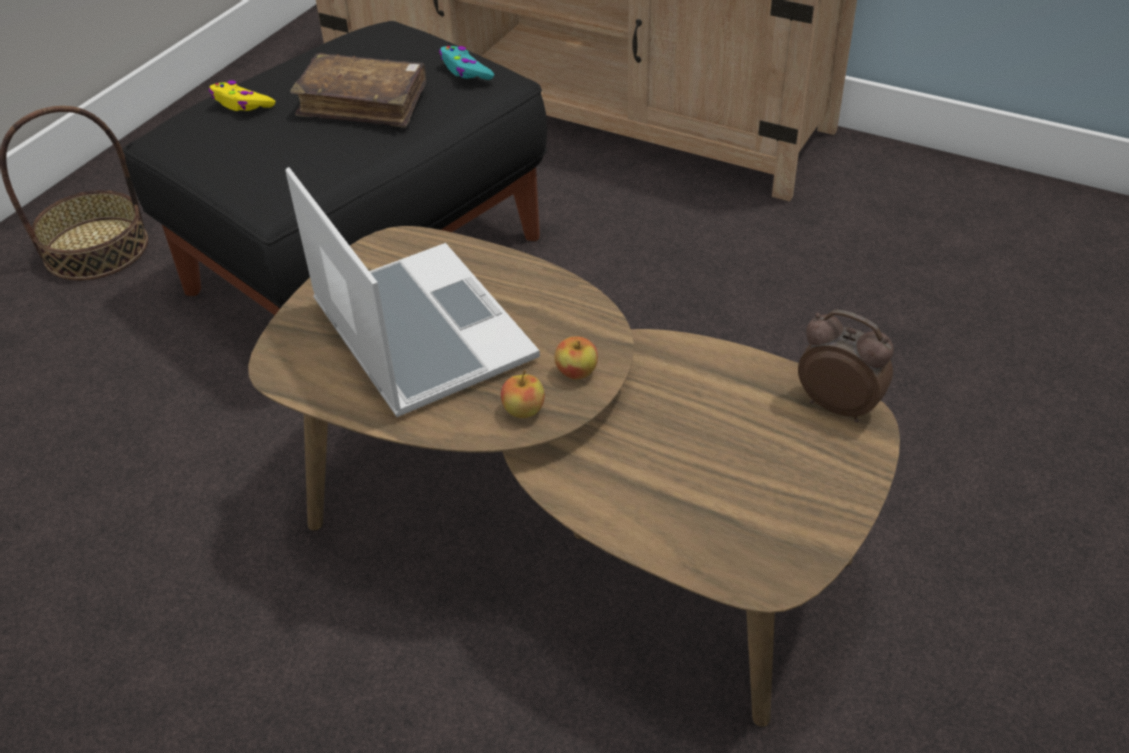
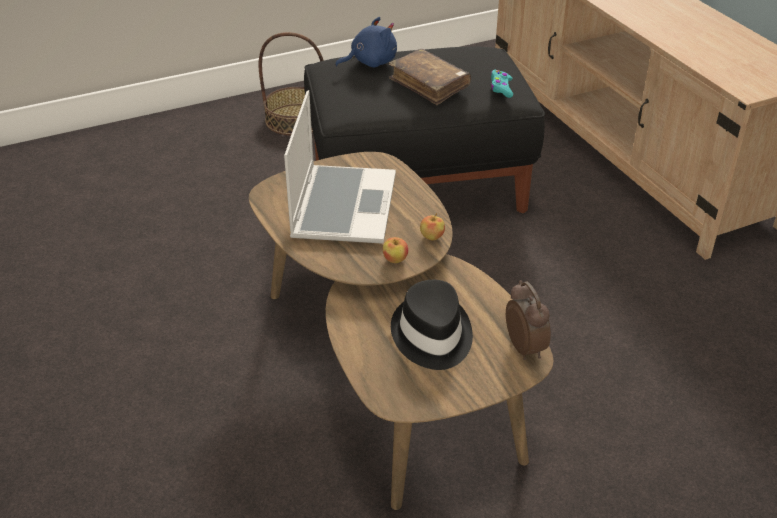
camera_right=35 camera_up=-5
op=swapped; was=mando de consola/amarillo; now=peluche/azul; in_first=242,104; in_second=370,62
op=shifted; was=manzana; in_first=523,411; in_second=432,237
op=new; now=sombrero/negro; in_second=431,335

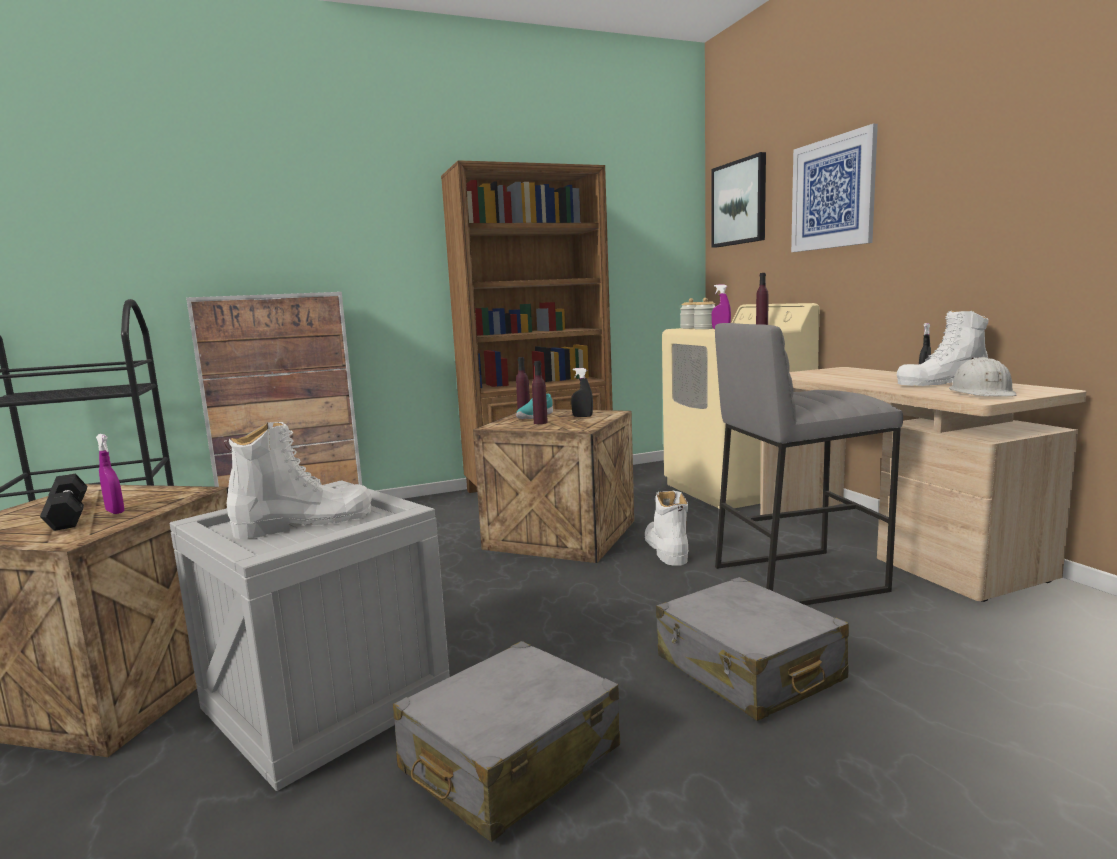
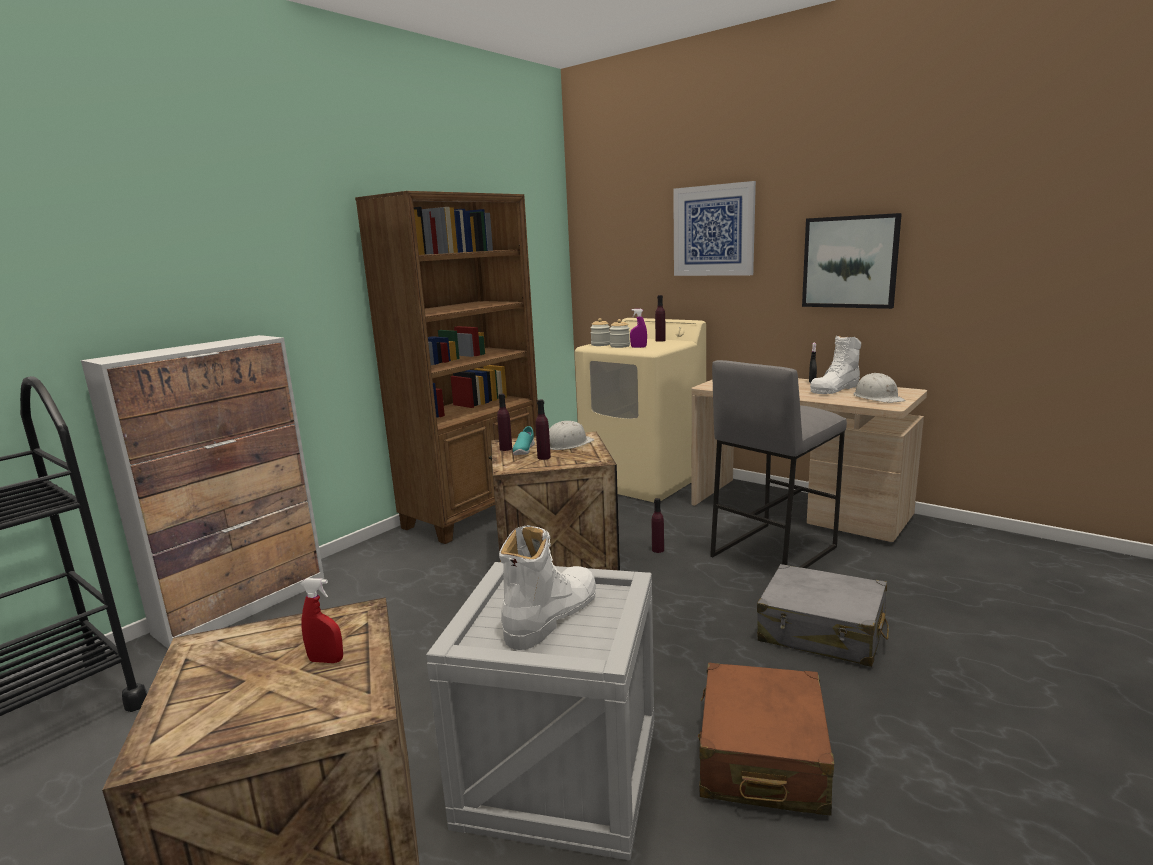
camera_right=-30 camera_up=5
op=gone; was=mancuerna/negro; in_first=68,515
op=repainted; was=pulverizador/morado; now=pulverizador/rojo; in_first=115,512; in_second=326,660
op=repainted; was=maleta/gris; now=maleta/marrón; in_first=510,760; in_second=761,756
op=swapped; was=pulverizador/negro; now=casco/blanco; in_first=582,416; in_second=567,444
op=swapped; was=bota/blanco; now=botella/morado; in_first=666,550; in_second=658,550
op=shifted; was=cuadro; in_first=739,203; in_second=850,262

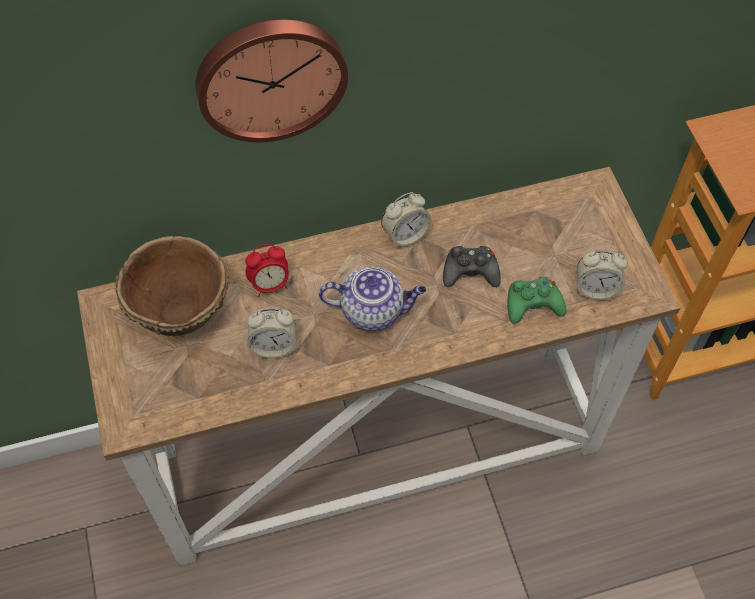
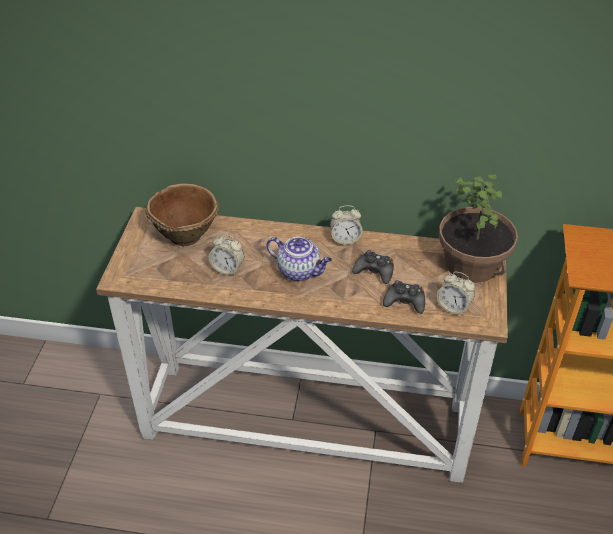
camera_right=25 camera_up=-15
op=gone; was=reloj de pared; in_first=270,77
op=gone; was=despertador; in_first=270,285
op=repainted; was=mando de consola/verde; now=mando de consola/negro; in_first=533,304; in_second=405,301
op=new; now=planta en maceta; in_second=472,263

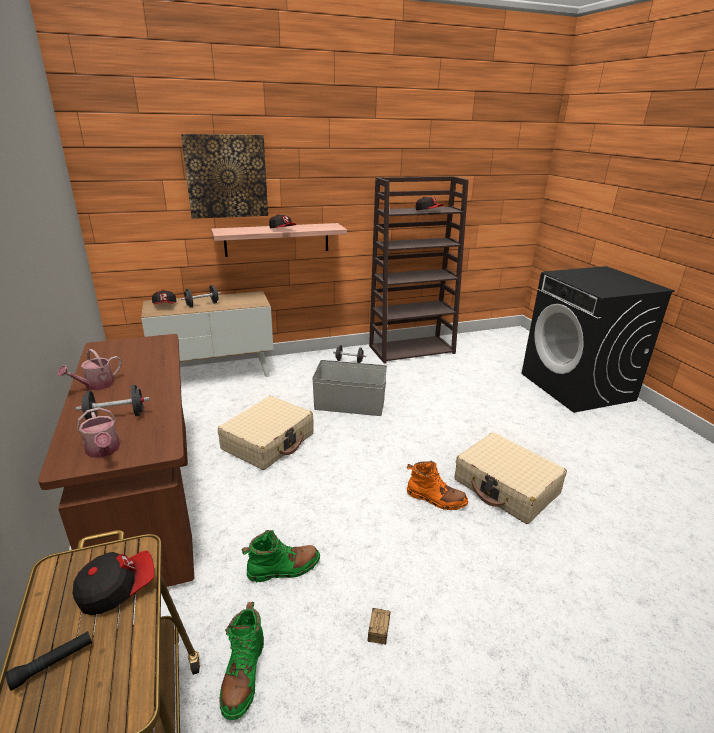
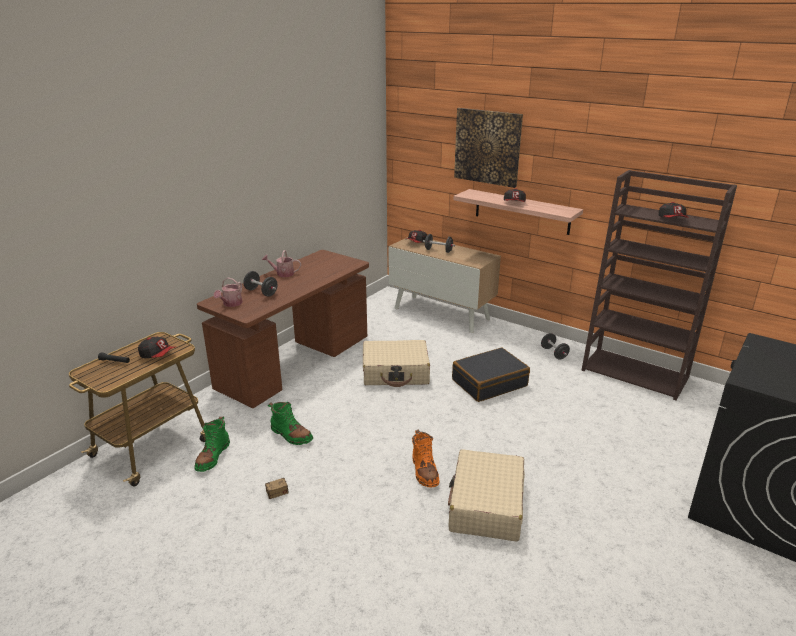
camera_right=55 camera_up=0
op=rotated; was=bota/verde; in_first=243,674; in_second=212,457; clockwise=-45
op=swapped; was=caja de almacenaje/gris; now=maleta/negro; in_first=350,405; in_second=489,383

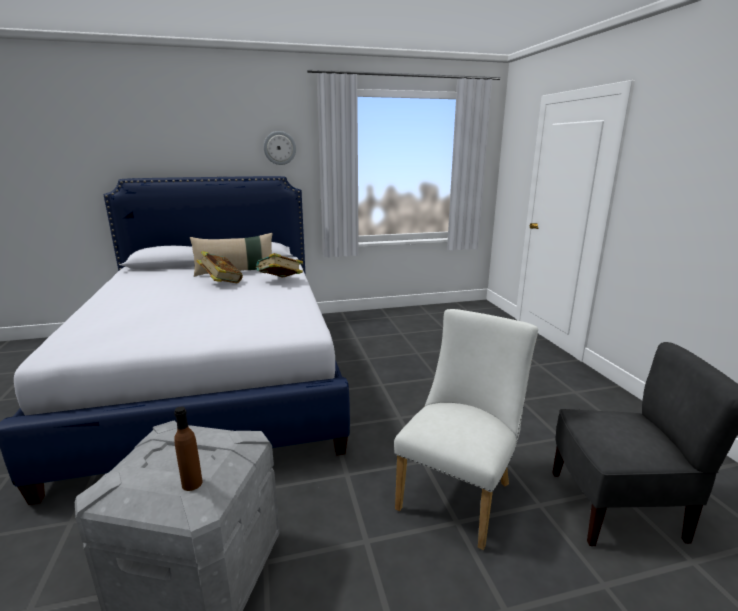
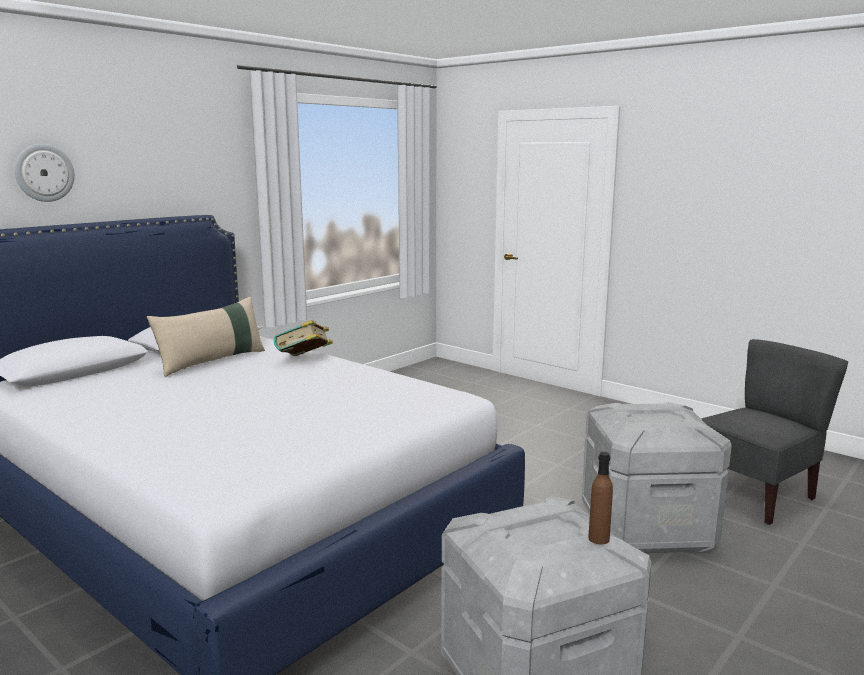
camera_right=-35 camera_up=-5
op=gone; was=libro; in_first=221,283
op=shifted; was=reloj de pared; in_first=279,148; in_second=44,172
op=swapped; was=silla/blanco; now=caja de almacenaje/gris; in_first=459,492; in_second=647,527

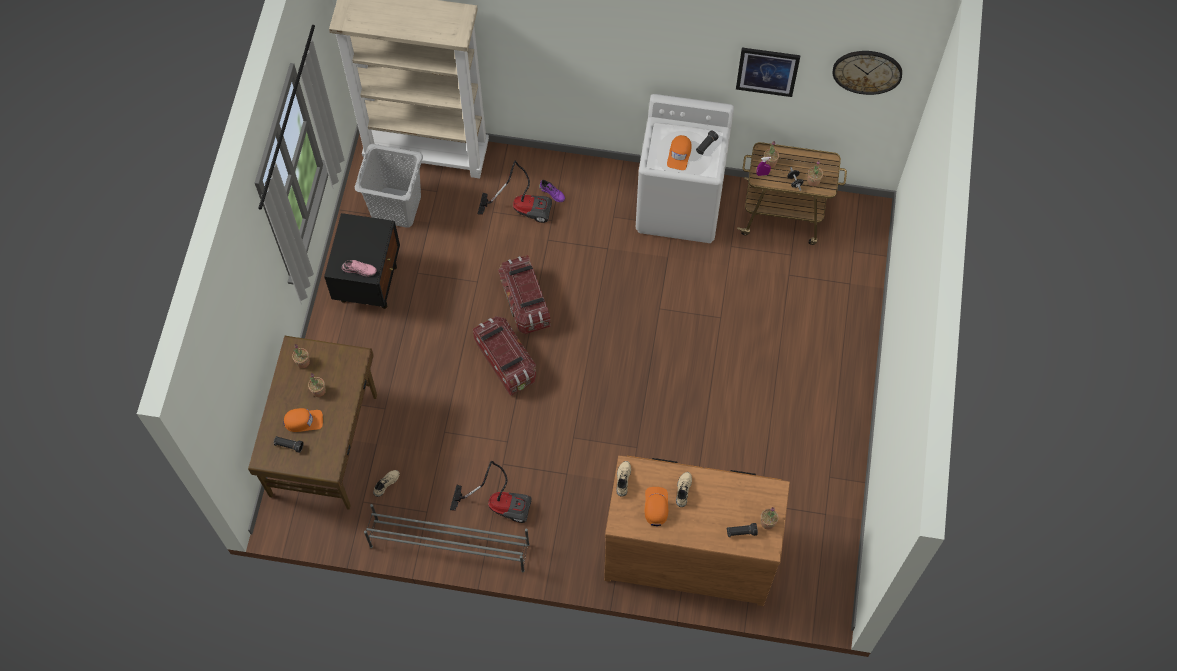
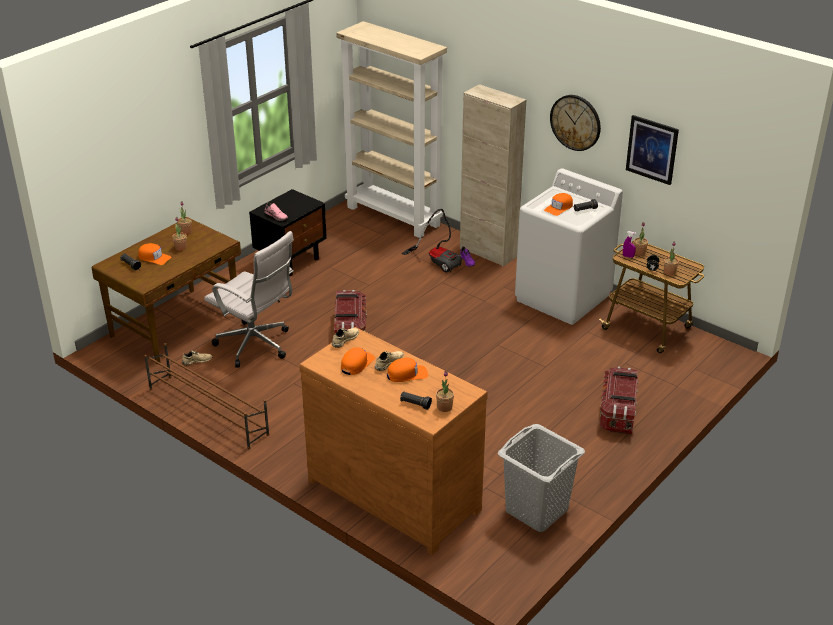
camera_right=30 camera_up=-30
op=shifted; was=cesto de la ropa/gris; in_first=396,208; in_second=536,511
op=repainted; was=zapatero/gris; now=zapatero/marrón; in_first=448,545; in_second=207,411
op=gone; was=aspiradora; in_first=499,503
op=shifted; was=caja de almacenaje; in_first=525,302; in_second=618,412
op=shifted; was=reloj de pared; in_first=867,71; in_second=575,122
op=new; now=silla de oficina/blanco; in_second=256,346
op=new; now=gorra/naranja; in_second=407,374
op=new; now=armario/beis; in_second=488,252

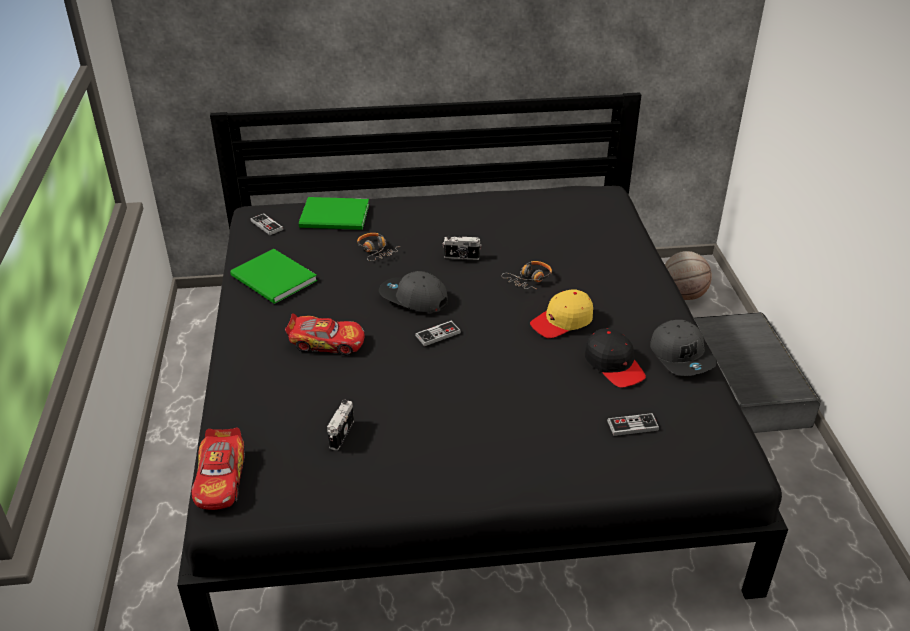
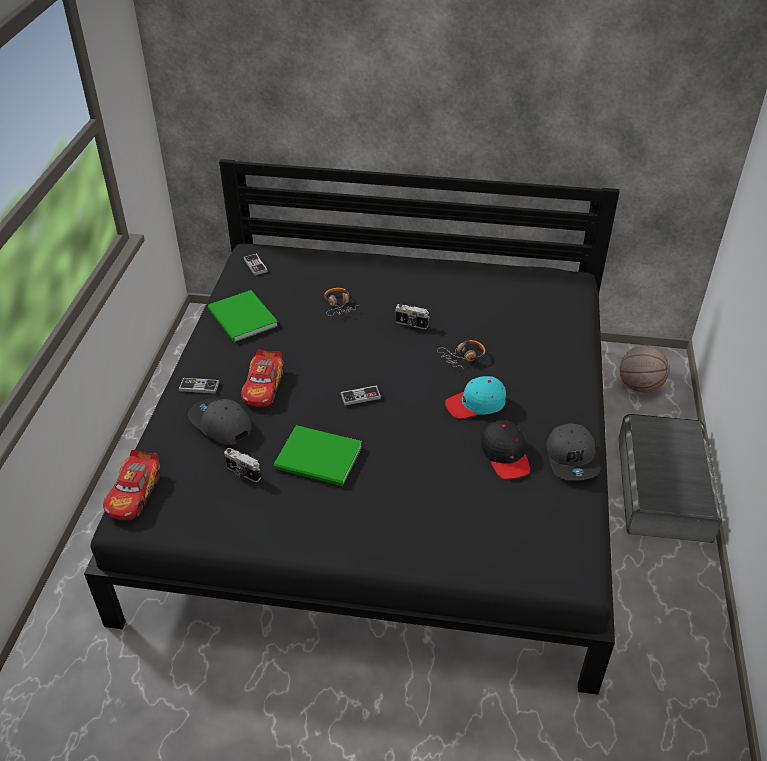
camera_right=15 camera_up=5
op=rotated; was=coche de juguete; in_first=326,342; in_second=264,386; clockwise=75
op=shifted; was=libro/verde; in_first=336,217; in_second=320,459
op=rotated; was=cámara; in_first=340,434; in_second=243,473; clockwise=-90
op=shifted; was=gorra/gris; in_first=413,299; in_second=220,424
op=repainted; was=gorra/amarillo; now=gorra/turquesa; in_first=562,321; in_second=476,404
op=shifted; was=mando de consola; in_first=632,426; in_second=199,386

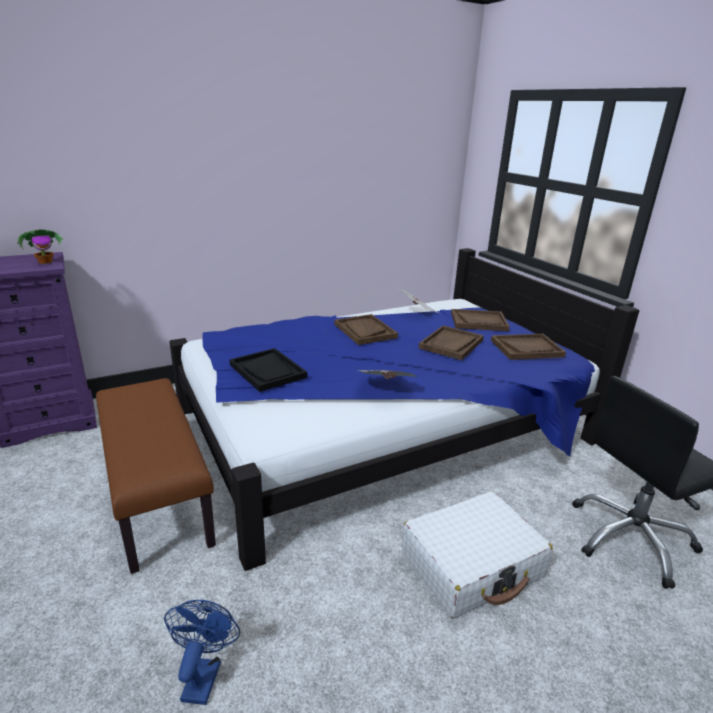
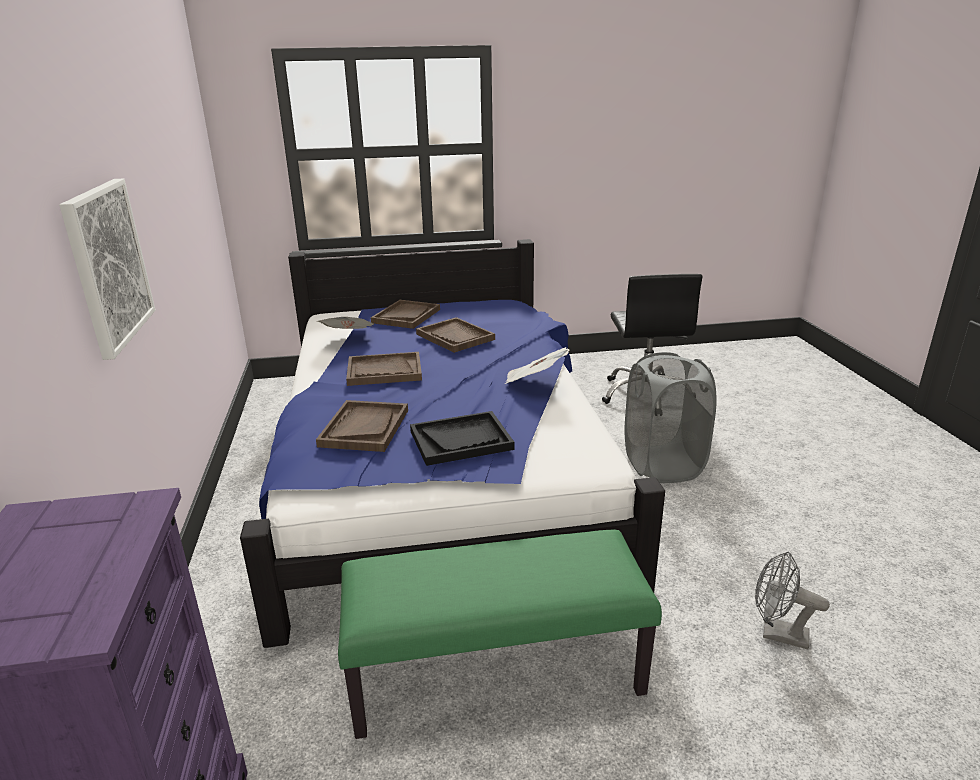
camera_right=-70 camera_up=0
op=gone; was=planta en maceta; in_first=46,262
op=repainted; was=banco/marrón; now=banco/verde; in_first=158,495; in_second=496,671
op=repainted; was=ventilador/azul; now=ventilador/gris; in_first=203,674; in_second=777,634
op=swapped; was=maleta/blanco; now=cesto de la ropa/gris; in_first=472,565; in_second=662,464
op=shifted; was=bandeja/marrón; in_first=526,348; in_second=364,428
op=new; now=cuadro; in_second=108,265

